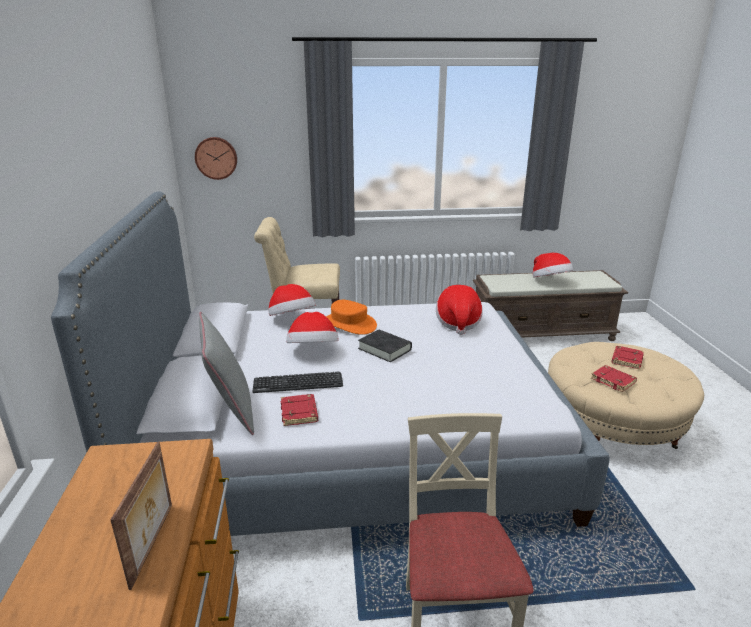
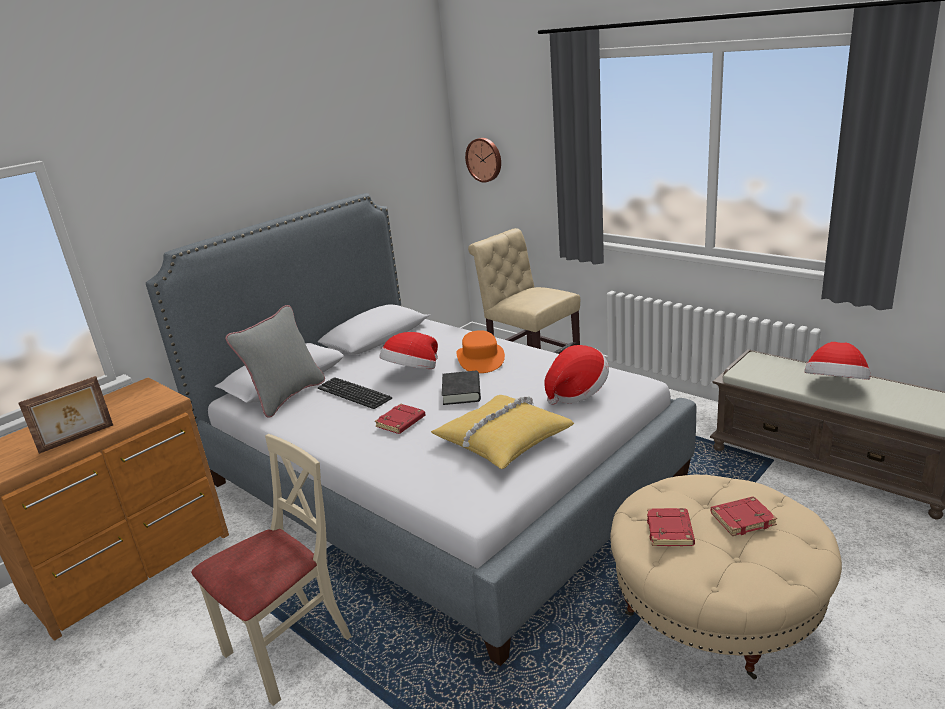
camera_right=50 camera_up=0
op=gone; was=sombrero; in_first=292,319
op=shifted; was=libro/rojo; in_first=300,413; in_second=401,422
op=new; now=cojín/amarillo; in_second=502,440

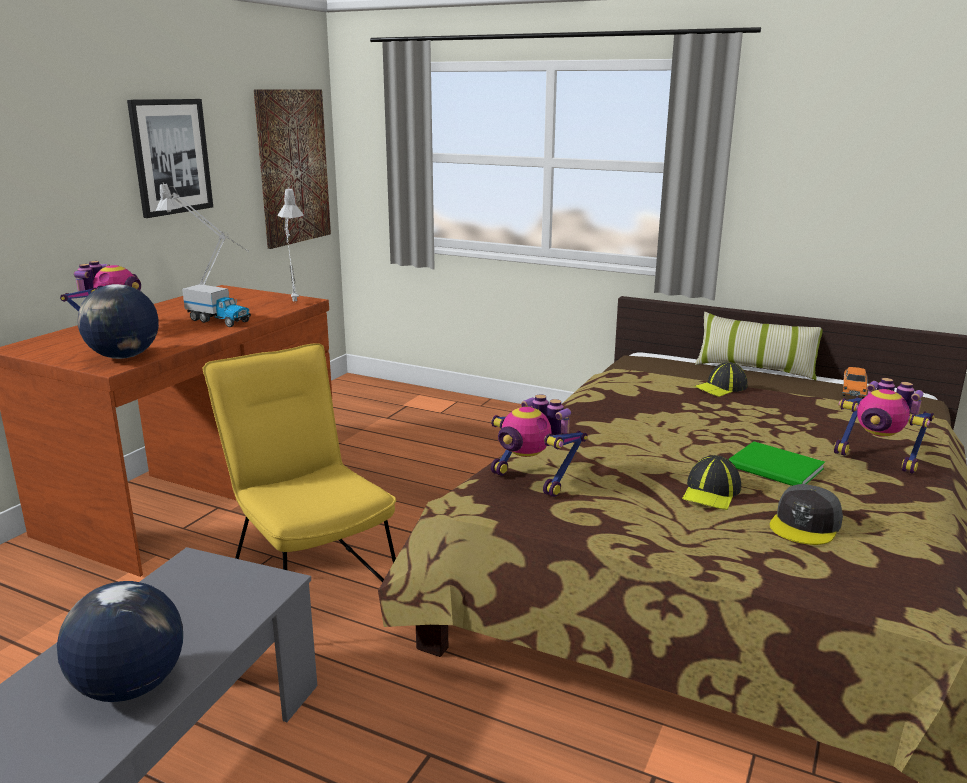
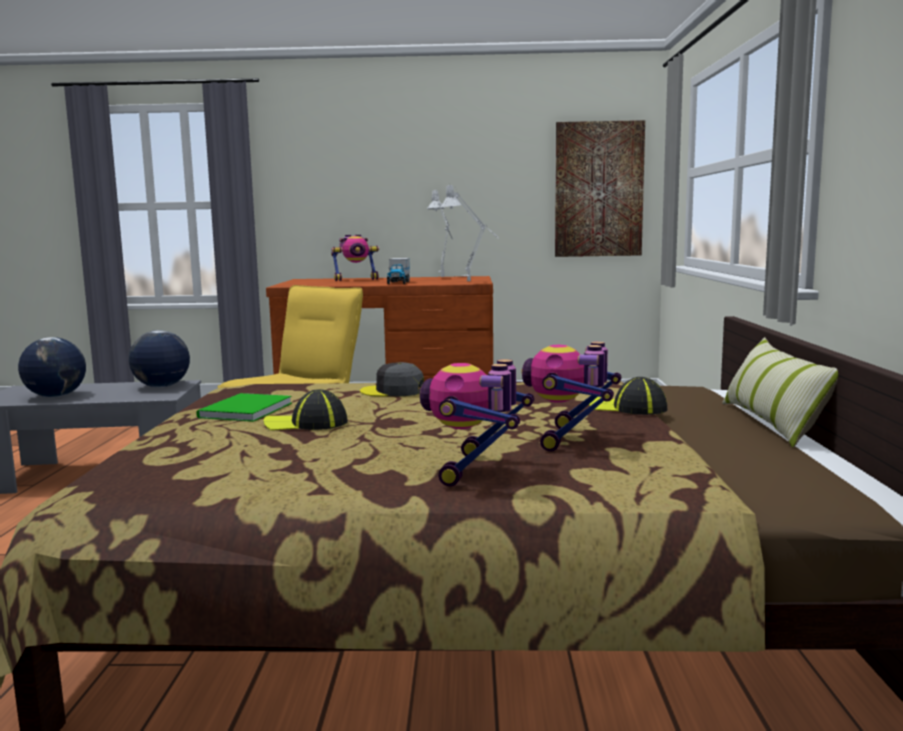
camera_right=65 camera_up=-10
op=shifted; was=globo terráqueo; in_first=124,357; in_second=161,387
op=gone; was=cuadro; in_first=171,157
op=shifted; was=robot de juguete; in_first=532,480; in_second=570,439
op=shifted; was=libro/verde; in_first=777,469; in_second=242,411
op=shifted; was=gorra/gris; in_first=805,525; in_second=393,391
op=gone; was=coche de juguete/naranja; in_first=853,390

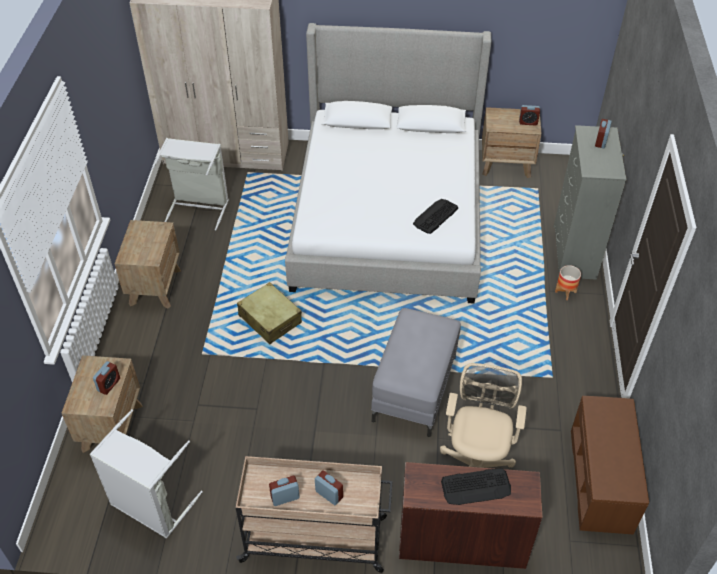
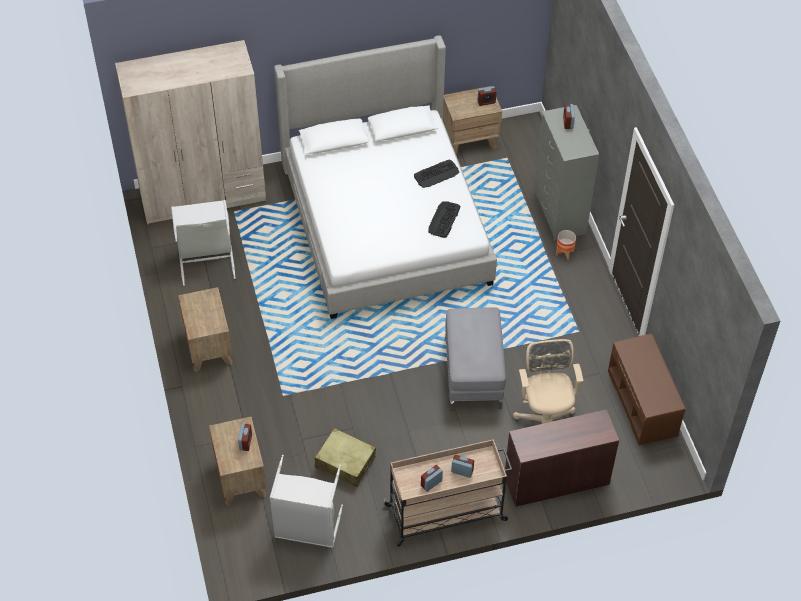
camera_right=-20 camera_up=5
op=shifted; was=maleta/beis; in_first=270,319; in_second=345,462
op=shifted; was=teclado; in_first=476,487; in_second=436,174

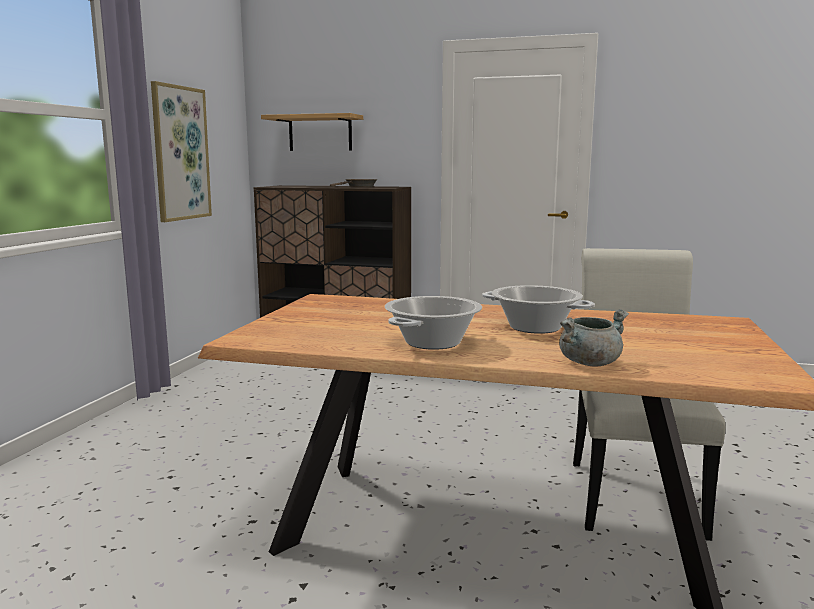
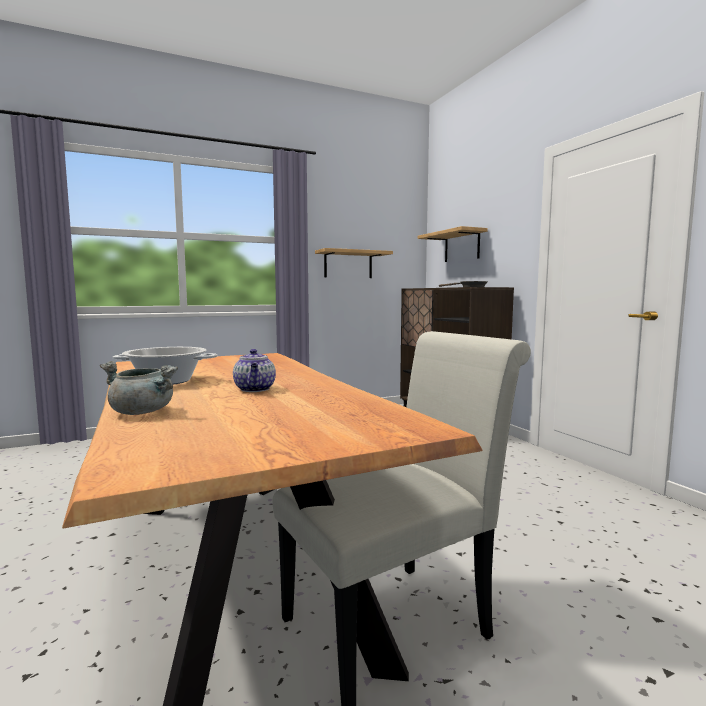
camera_right=50 camera_up=-5
op=swapped; was=cuadro; now=estante; in_first=180,153; in_second=348,264
op=swapped; was=olla; now=tetera; in_first=535,327; in_second=255,389

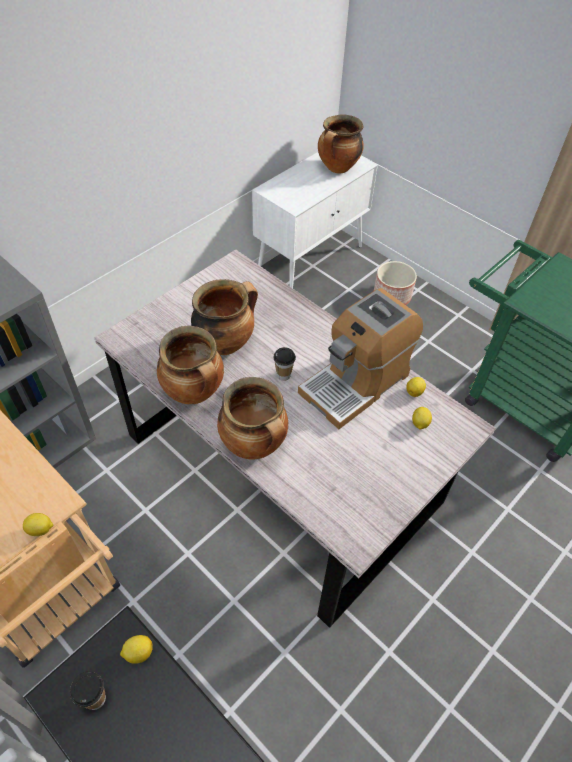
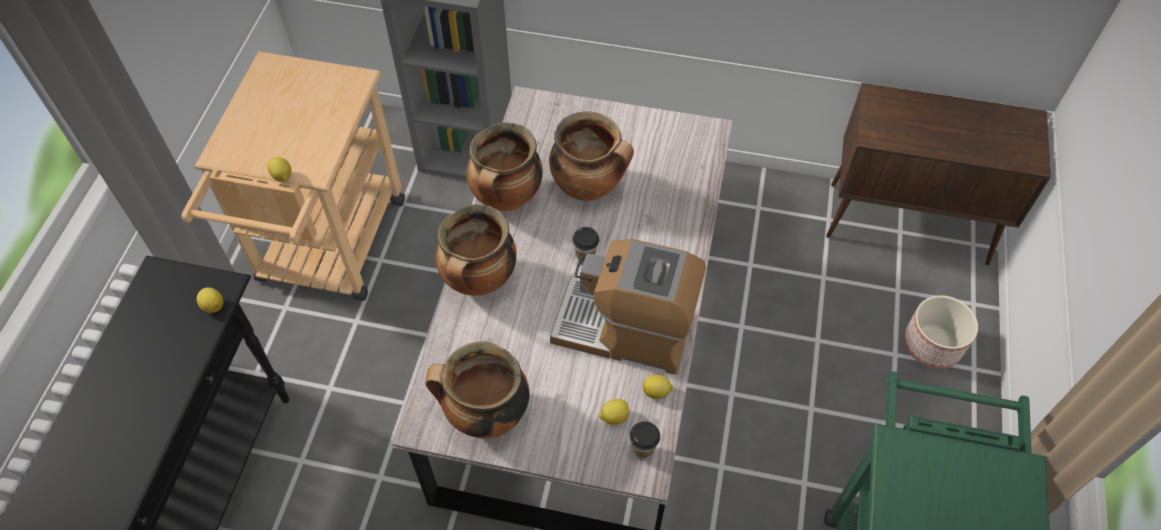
camera_right=60 camera_up=5
op=shifted; was=taza; in_first=95,699; in_second=642,451
op=repainted; was=armario/blanco; now=armario/marrón; in_first=311,259; in_second=909,223
op=shifted; was=olla; in_first=338,168; in_second=486,415

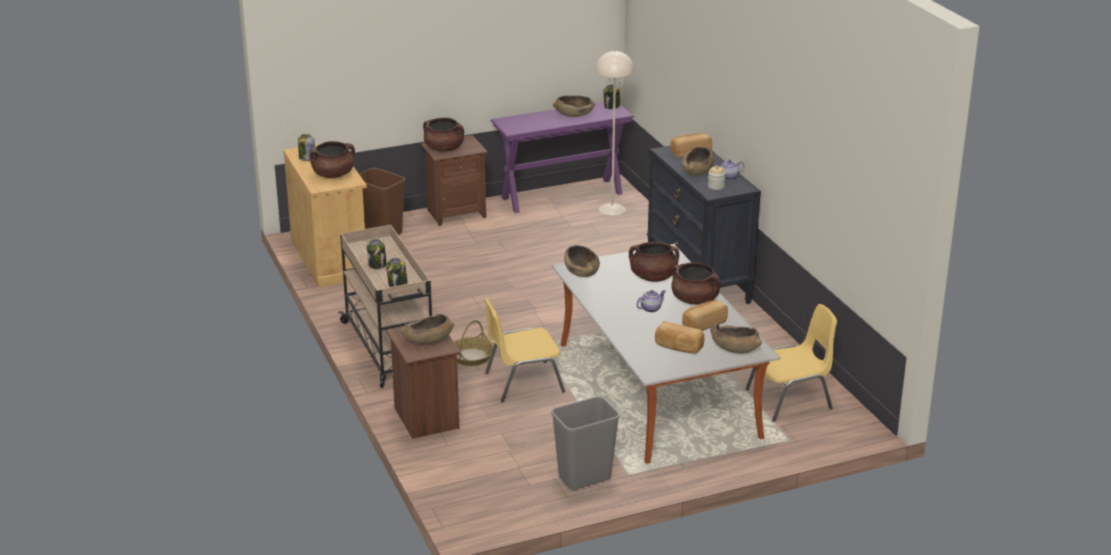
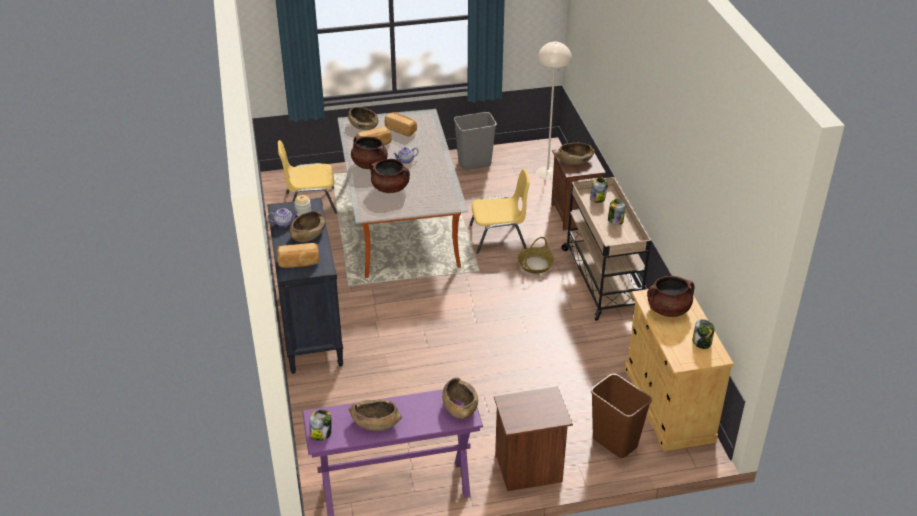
camera_right=-170 camera_up=10
op=gone; was=olla/marrón; in_first=444,149
op=shifted; was=cuenco/marrón; in_first=582,271; in_second=459,406
op=shifted; was=lámpara de pie/beis; in_first=612,209; in_second=548,172

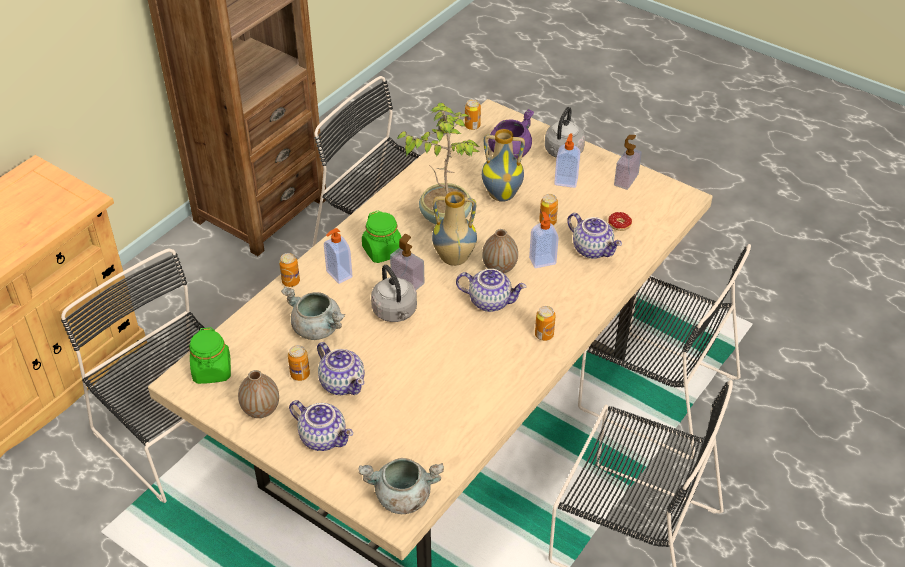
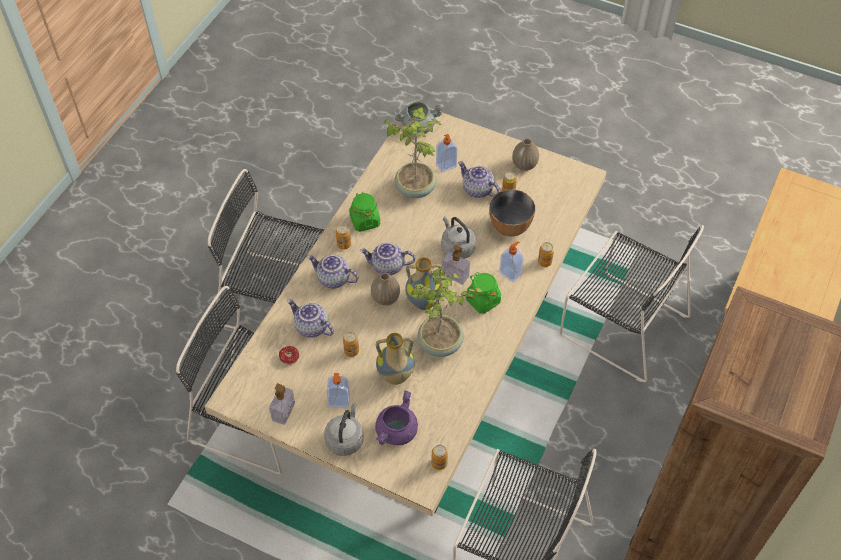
camera_right=170 camera_up=10
op=shifted; was=tarro/verde; in_first=212,371; in_second=364,221
op=swapped; was=olla/gris; now=cuenco; in_first=317,328; in_second=509,226
op=shifted; was=tetera; in_first=324,437; in_second=333,279
op=shifted; was=dispensador de jabón; in_first=542,260; in_second=446,166
op=new; now=planta en maceta; in_second=415,188

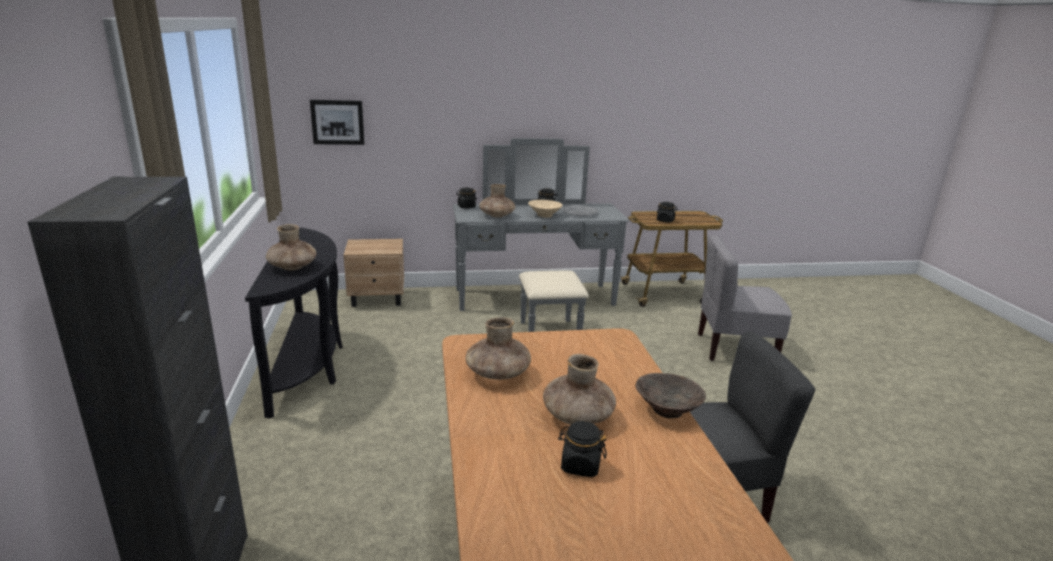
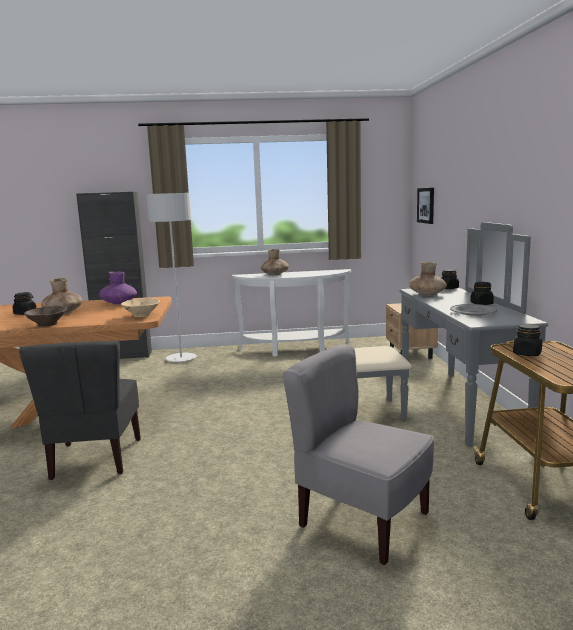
camera_right=95 camera_up=-10
op=repainted; was=mesa consola/negro; now=mesa consola/blanco; in_first=309,366; in_second=296,349
op=repainted; was=florero/marrón; now=florero/morado; in_first=497,373; in_second=119,303
op=shifted; was=cuenco/beis; in_first=544,215; in_second=141,315
op=rotated; was=silla/gris; in_first=735,349; in_second=362,521; clockwise=-60
op=new; now=lámpara de pie/gris; in_second=181,359

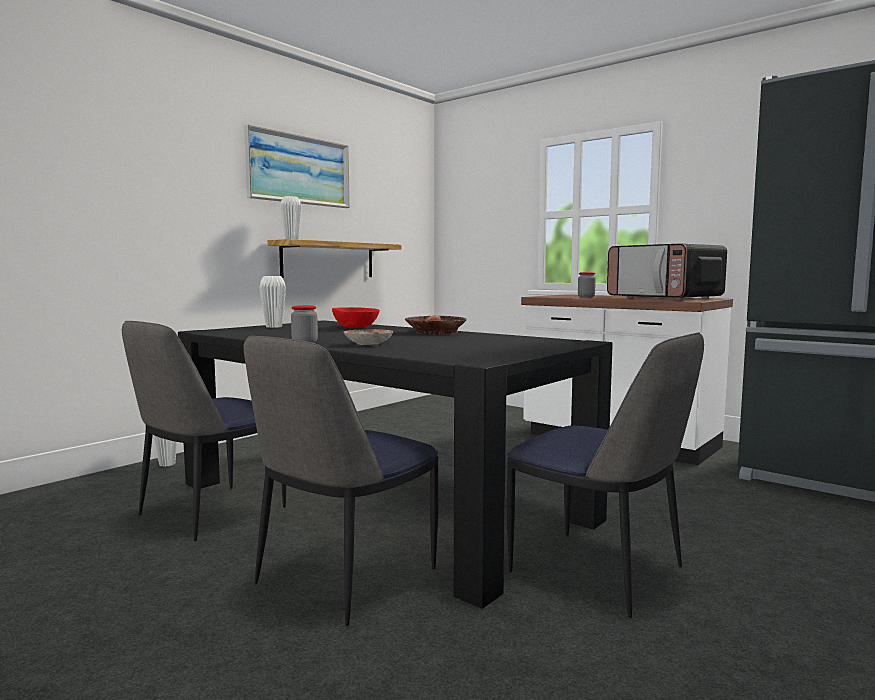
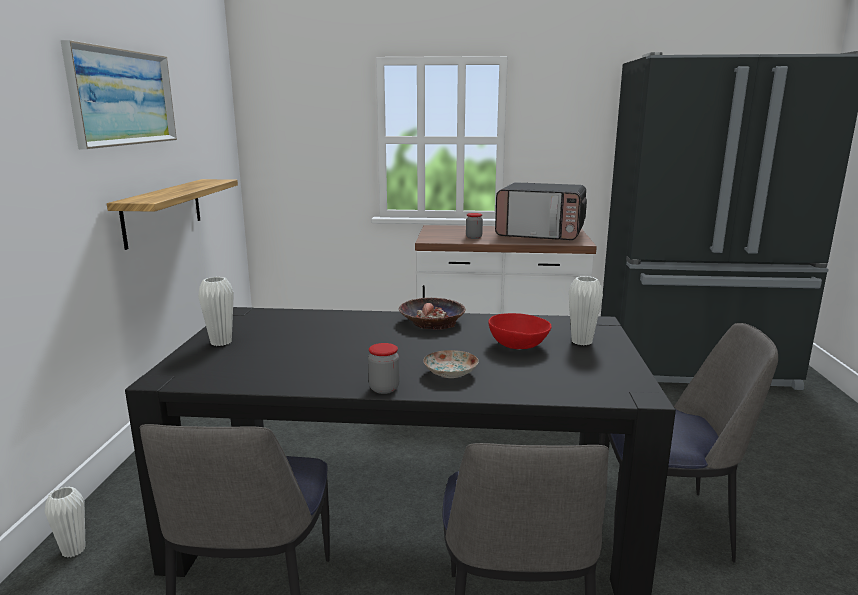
camera_right=-35 camera_up=10
op=shifted; was=florero/blanco; in_first=291,239; in_second=581,341
op=shifted; was=cuenco/rojo; in_first=356,327; in_second=518,344

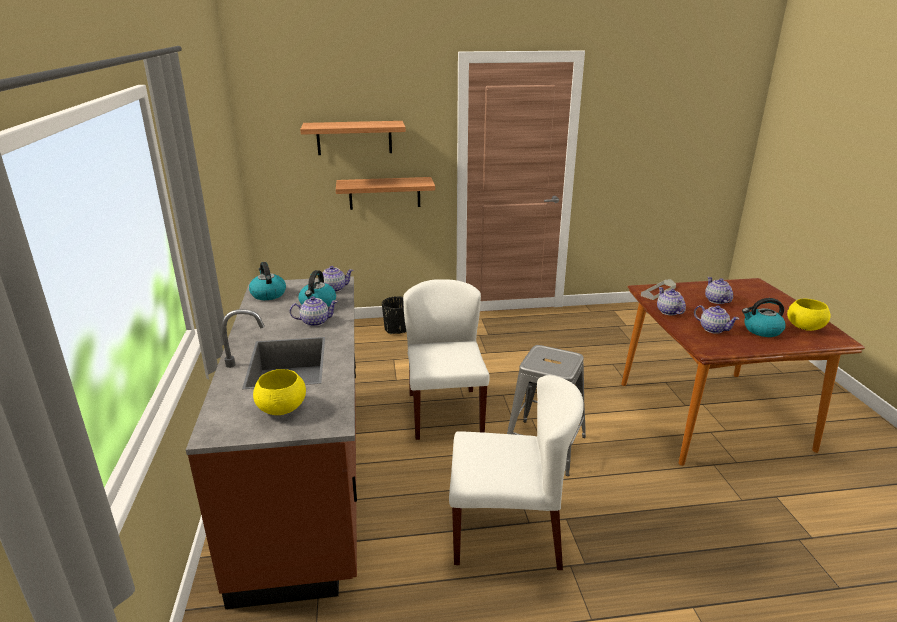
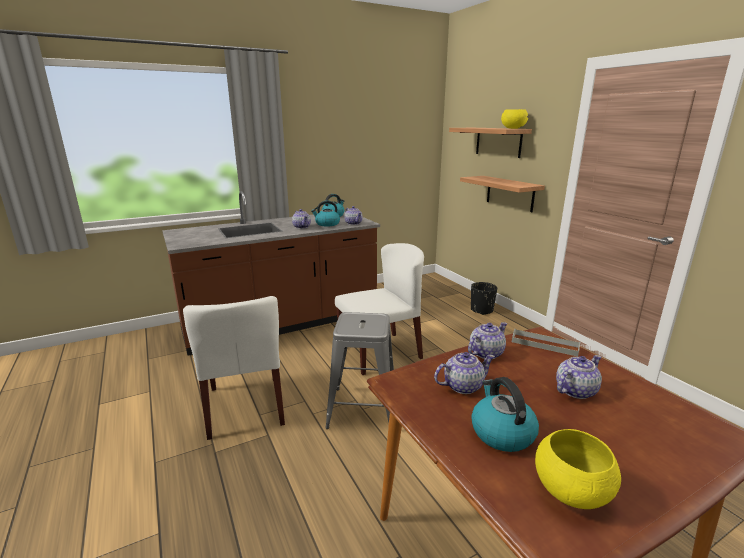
camera_right=70 camera_up=-5
op=shifted; was=cuenco/amarillo; in_first=281,409; in_second=513,128
op=rotated; was=tetera; in_first=713,329; in_second=462,386; clockwise=-135

